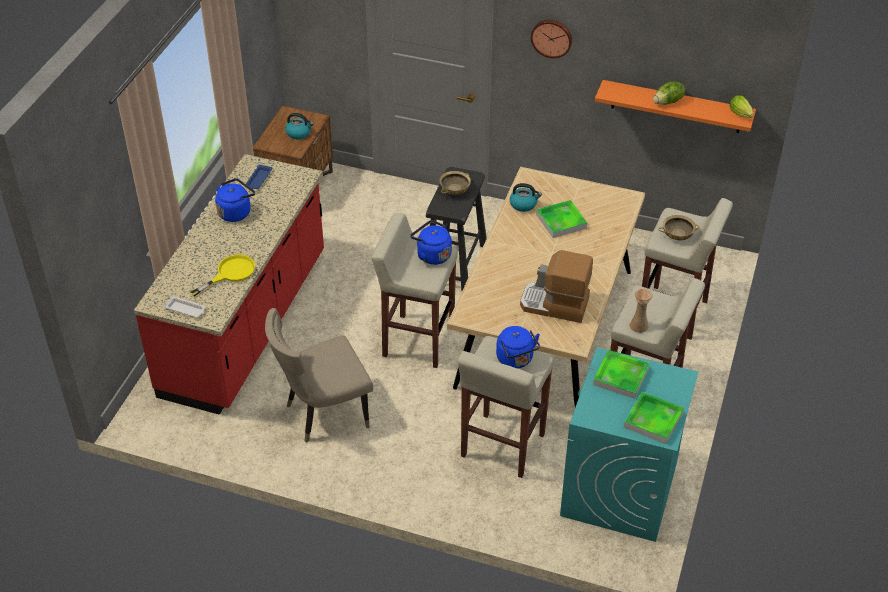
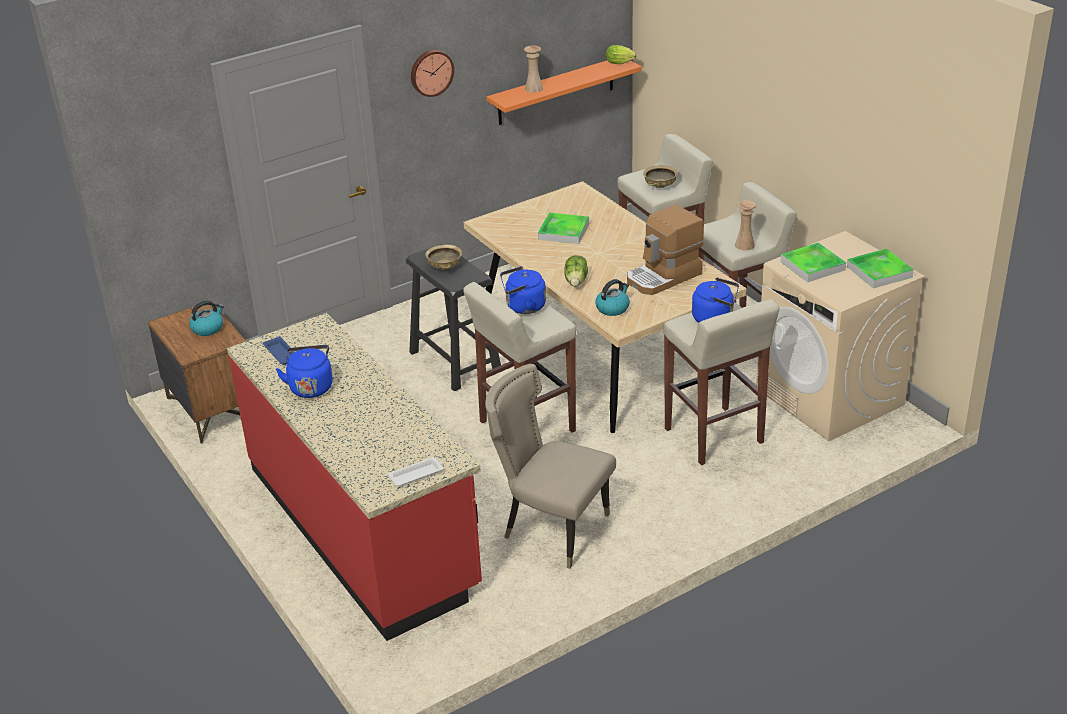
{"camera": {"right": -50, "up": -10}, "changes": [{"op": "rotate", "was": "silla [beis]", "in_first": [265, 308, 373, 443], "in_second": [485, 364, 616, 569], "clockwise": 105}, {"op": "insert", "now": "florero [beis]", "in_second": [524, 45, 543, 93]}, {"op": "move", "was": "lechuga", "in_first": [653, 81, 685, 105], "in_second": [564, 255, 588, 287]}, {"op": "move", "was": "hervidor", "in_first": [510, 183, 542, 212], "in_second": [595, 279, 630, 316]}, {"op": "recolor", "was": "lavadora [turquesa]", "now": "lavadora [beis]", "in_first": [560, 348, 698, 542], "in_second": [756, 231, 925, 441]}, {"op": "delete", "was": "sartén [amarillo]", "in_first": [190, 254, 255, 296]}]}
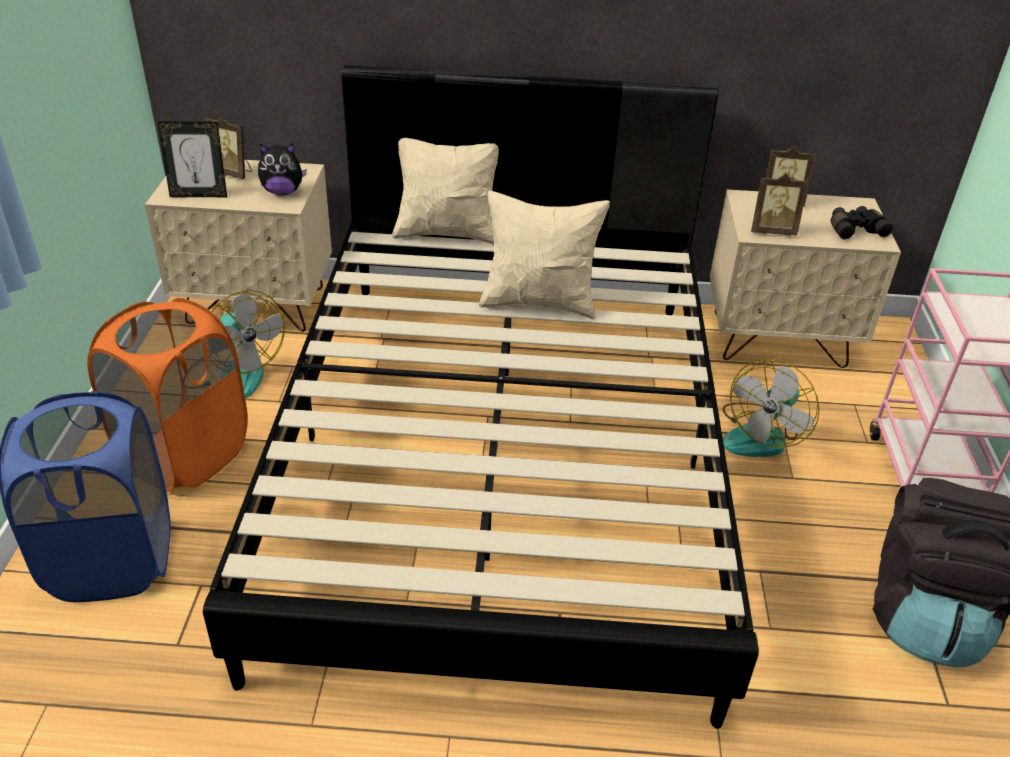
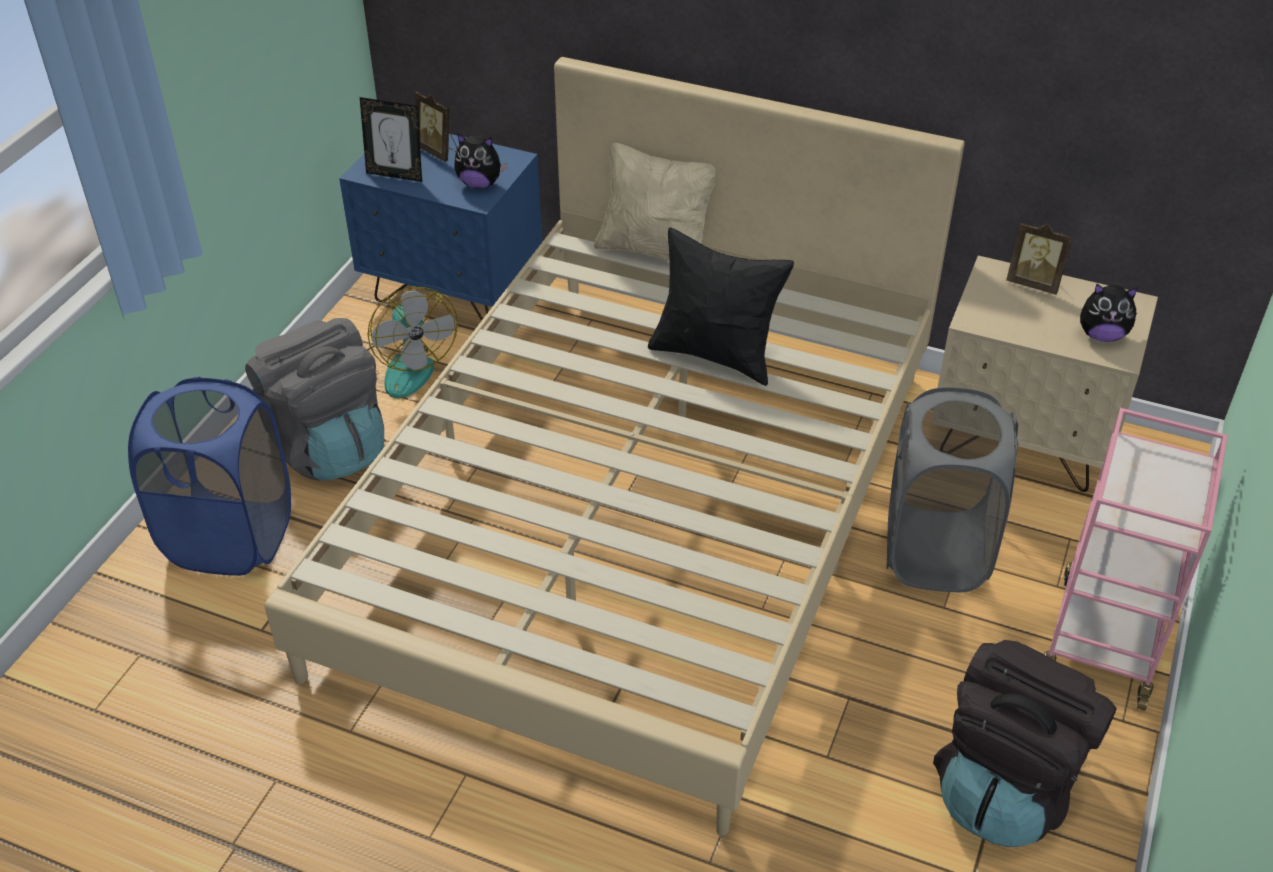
{"camera": {"right": 20, "up": 5}, "changes": [{"op": "replace", "was": "cesto de la ropa [naranja]", "now": "mochila [gris]", "in_first": [87, 298, 248, 492], "in_second": [245, 318, 384, 481]}, {"op": "recolor", "was": "cama [negro]", "now": "cama [beis]", "in_first": [203, 65, 759, 729], "in_second": [264, 57, 965, 836]}, {"op": "recolor", "was": "mesita de noche [beis]", "now": "mesita de noche [azul]", "in_first": [145, 160, 332, 332], "in_second": [339, 134, 542, 321]}, {"op": "recolor", "was": "cojín [beis]", "now": "cojín [negro]", "in_first": [479, 190, 610, 319], "in_second": [648, 228, 794, 386]}, {"op": "replace", "was": "ventilador", "now": "cesto de la ropa [gris]", "in_first": [723, 359, 820, 457], "in_second": [887, 387, 1018, 592]}, {"op": "replace", "was": "prismáticos [negro]", "now": "peluche", "in_first": [831, 206, 894, 239], "in_second": [1080, 284, 1138, 342]}, {"op": "delete", "was": "portarretratos", "in_first": [751, 173, 808, 236]}]}
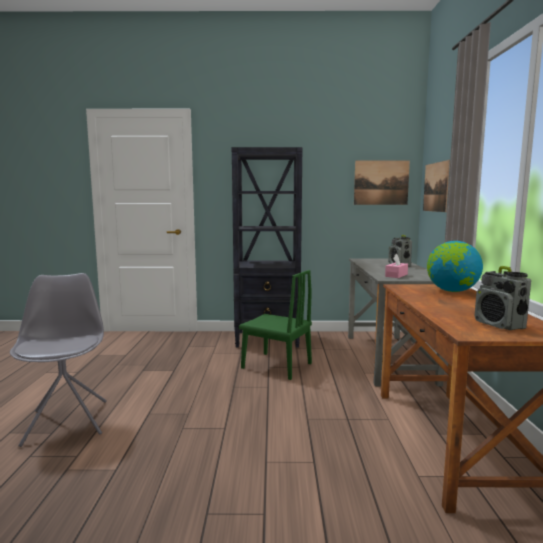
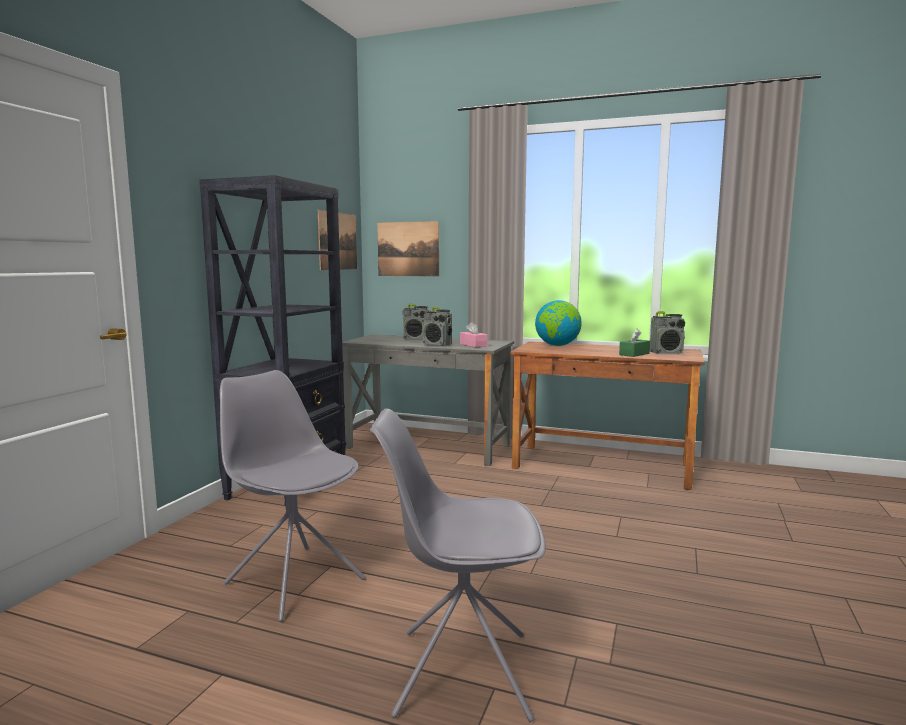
{"camera": {"right": -70, "up": 0}, "changes": [{"op": "insert", "now": "silla [gris]", "in_second": [220, 370, 366, 622]}, {"op": "insert", "now": "radio", "in_second": [422, 307, 452, 346]}, {"op": "insert", "now": "caja de pañuelos [verde]", "in_second": [619, 329, 650, 357]}, {"op": "delete", "was": "silla [verde]", "in_first": [239, 270, 312, 380]}]}
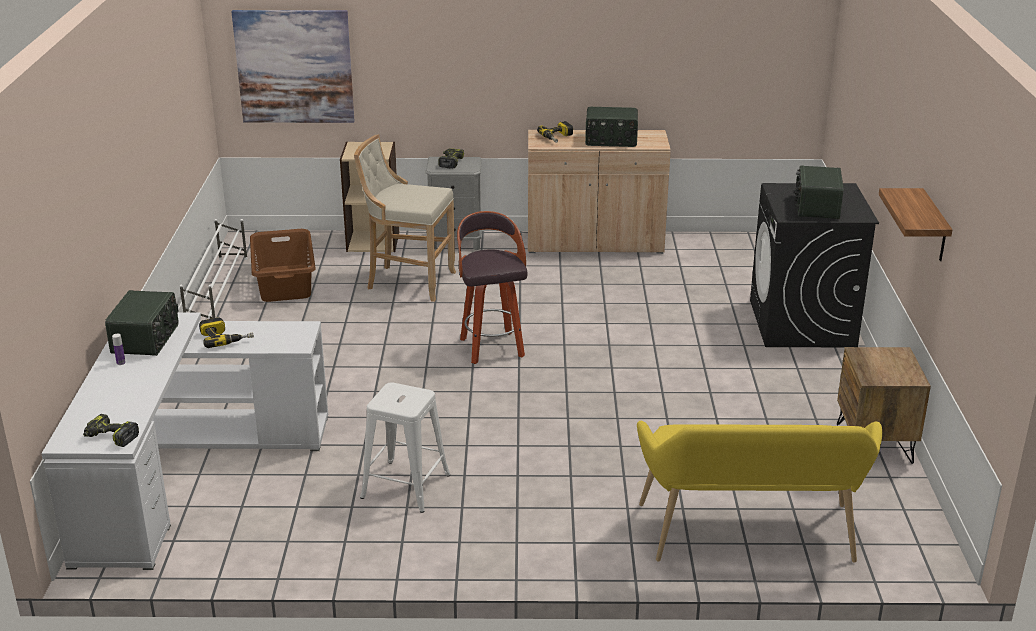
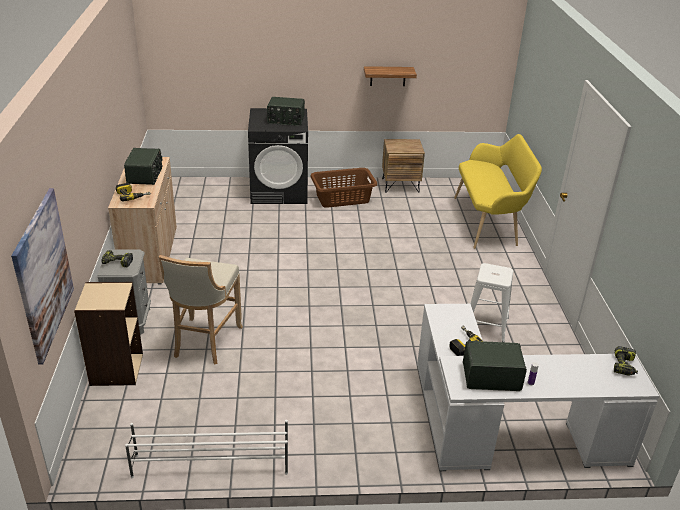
{"camera": {"right": -95, "up": 5}, "changes": [{"op": "move", "was": "cesto de la ropa [marrón]", "in_first": [250, 229, 316, 302], "in_second": [310, 168, 377, 208]}, {"op": "delete", "was": "taburete", "in_first": [457, 211, 527, 364]}]}
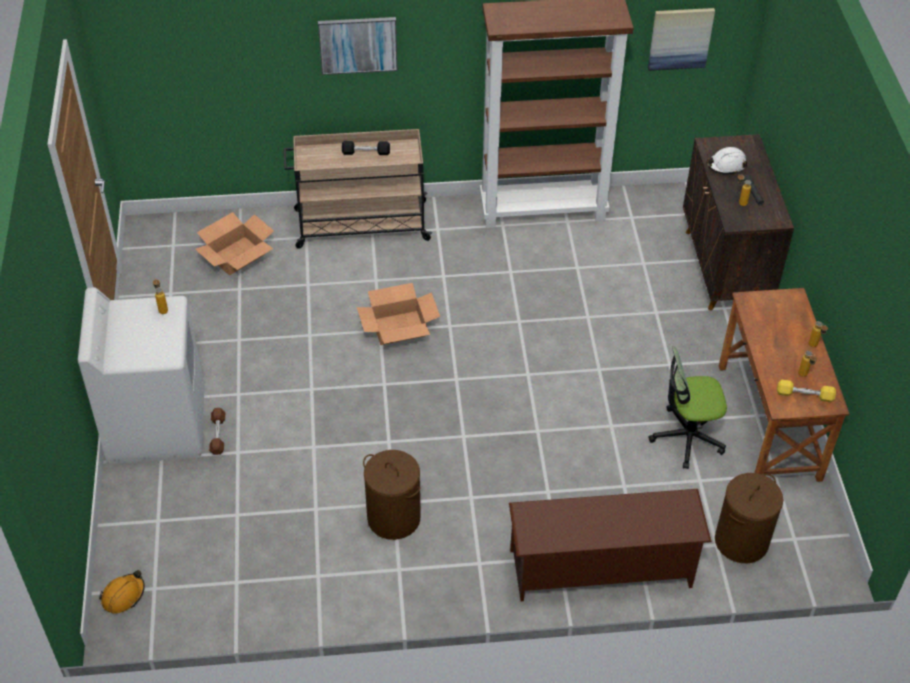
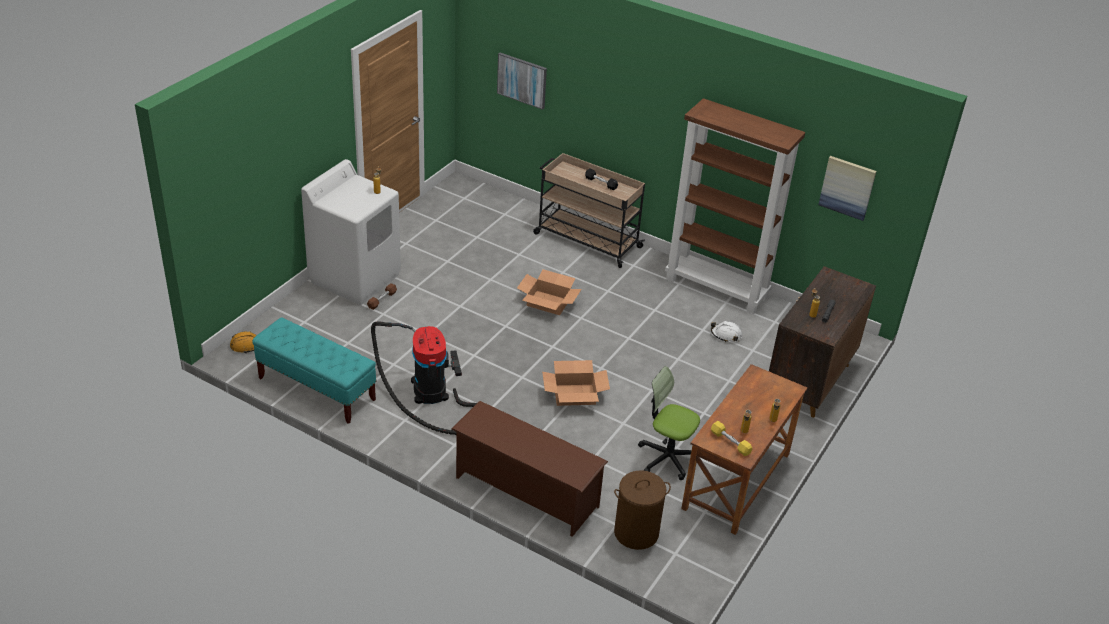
{"camera": {"right": 35, "up": -10}, "changes": [{"op": "insert", "now": "banco [turquesa]", "in_second": [252, 317, 376, 424]}, {"op": "replace", "was": "cesto de la ropa [marrón]", "now": "aspiradora", "in_first": [363, 450, 421, 540], "in_second": [371, 322, 477, 435]}, {"op": "move", "was": "cuadro", "in_first": [318, 17, 398, 75], "in_second": [497, 53, 547, 110]}, {"op": "move", "was": "caja de cartón", "in_first": [195, 212, 274, 275], "in_second": [542, 360, 610, 406]}, {"op": "move", "was": "casco [blanco]", "in_first": [707, 147, 747, 174], "in_second": [711, 321, 742, 342]}]}
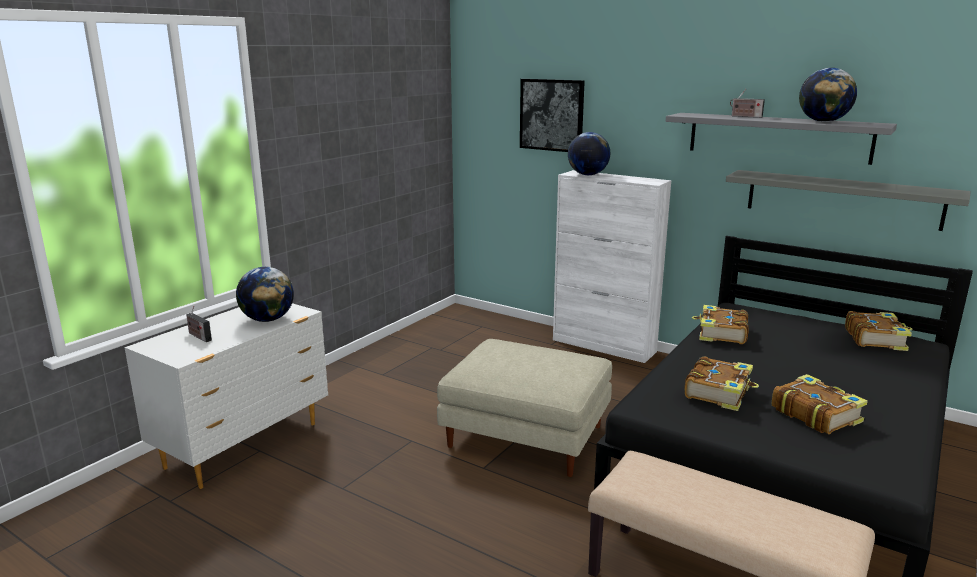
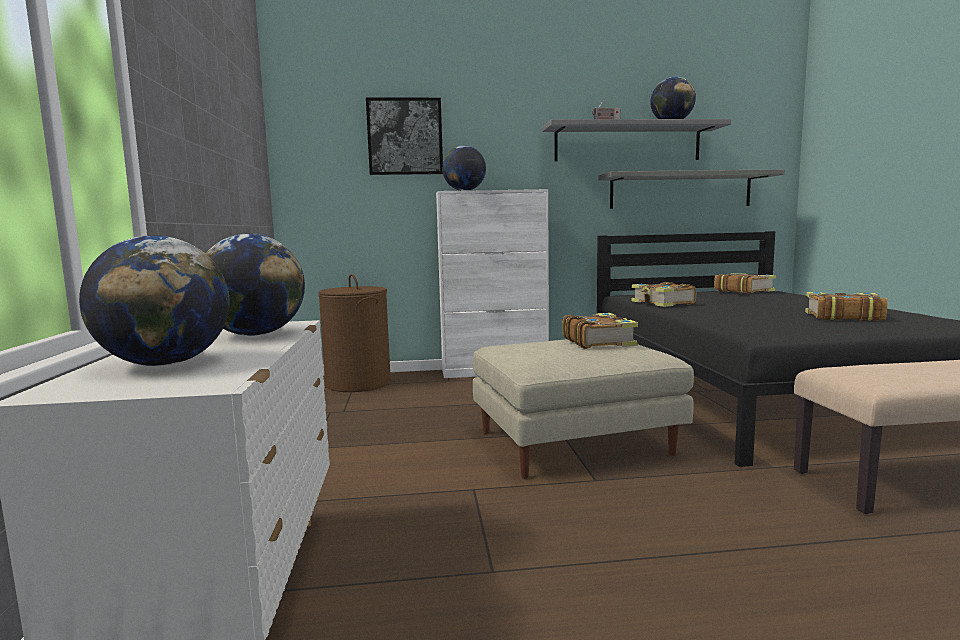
{"camera": {"right": -40, "up": -10}, "changes": [{"op": "replace", "was": "radio", "now": "globo terráqueo", "in_first": [186, 306, 212, 342], "in_second": [79, 235, 230, 366]}, {"op": "insert", "now": "cesto de la ropa [marrón]", "in_second": [318, 274, 391, 392]}, {"op": "move", "was": "libro", "in_first": [685, 356, 759, 411], "in_second": [562, 313, 638, 349]}]}
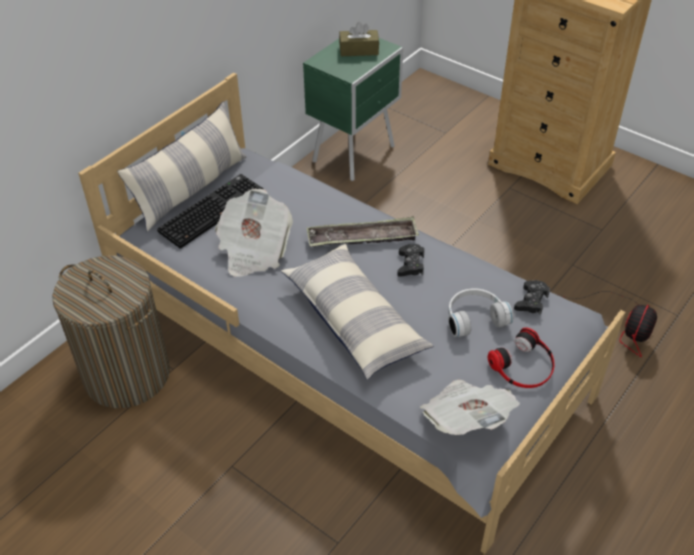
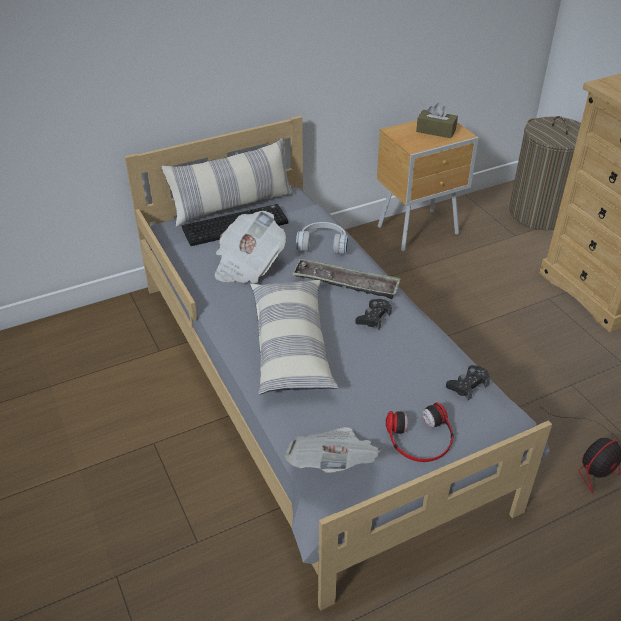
{"camera": {"right": 25, "up": -5}, "changes": [{"op": "move", "was": "auriculares [blanco]", "in_first": [448, 288, 513, 337], "in_second": [296, 222, 348, 255]}, {"op": "recolor", "was": "mesita de noche [verde]", "now": "mesita de noche [marrón]", "in_first": [303, 38, 403, 181], "in_second": [377, 120, 479, 252]}, {"op": "move", "was": "cesto de la ropa", "in_first": [52, 256, 170, 408], "in_second": [509, 116, 581, 230]}]}
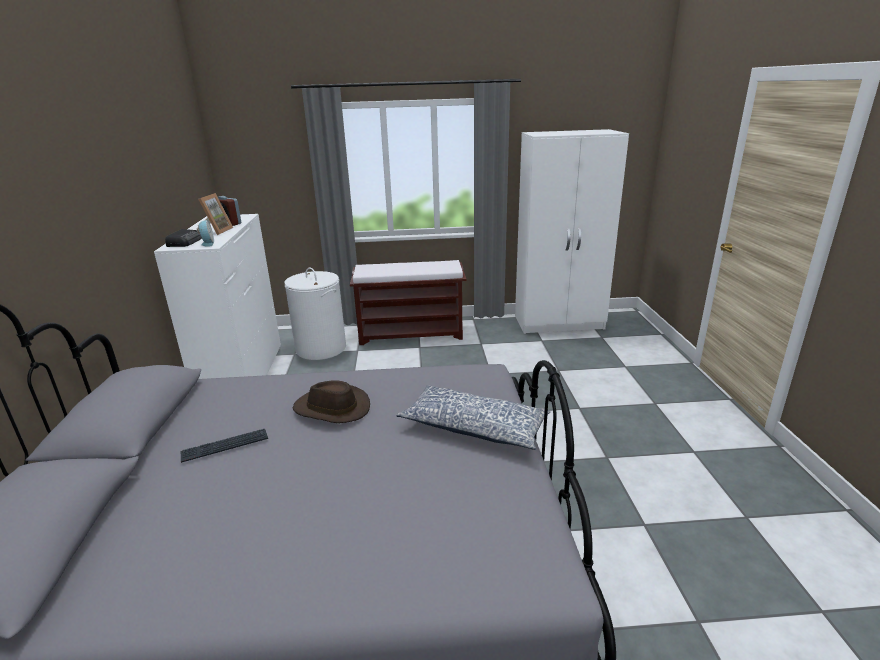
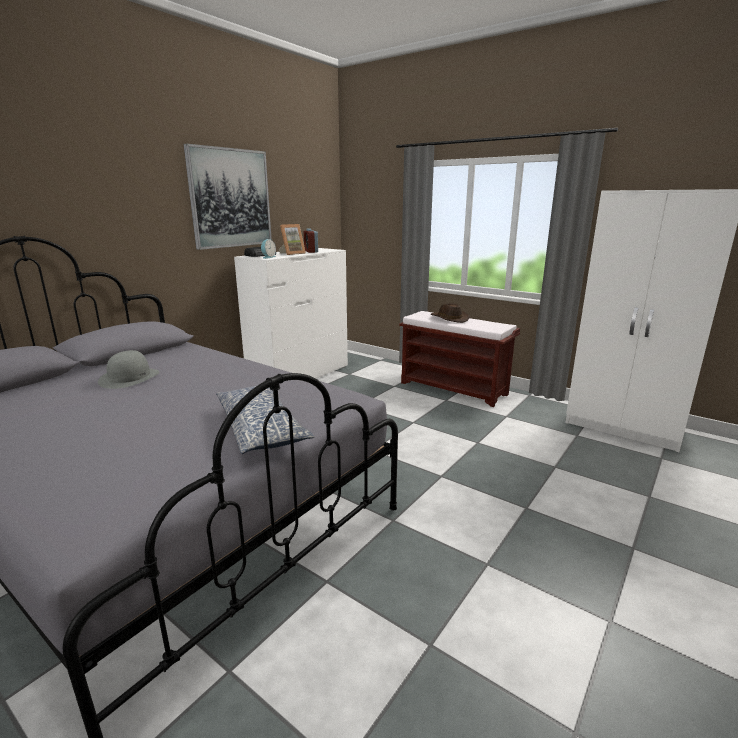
{"camera": {"right": 40, "up": -5}, "changes": [{"op": "replace", "was": "teclado", "now": "sombrero [gris]", "in_first": [180, 429, 268, 463], "in_second": [98, 350, 159, 389]}, {"op": "insert", "now": "cuadro", "in_second": [183, 144, 272, 250]}, {"op": "move", "was": "sombrero [marrón]", "in_first": [293, 381, 370, 423], "in_second": [431, 303, 470, 323]}, {"op": "delete", "was": "cesto de la ropa [blanco]", "in_first": [284, 267, 346, 360]}]}
